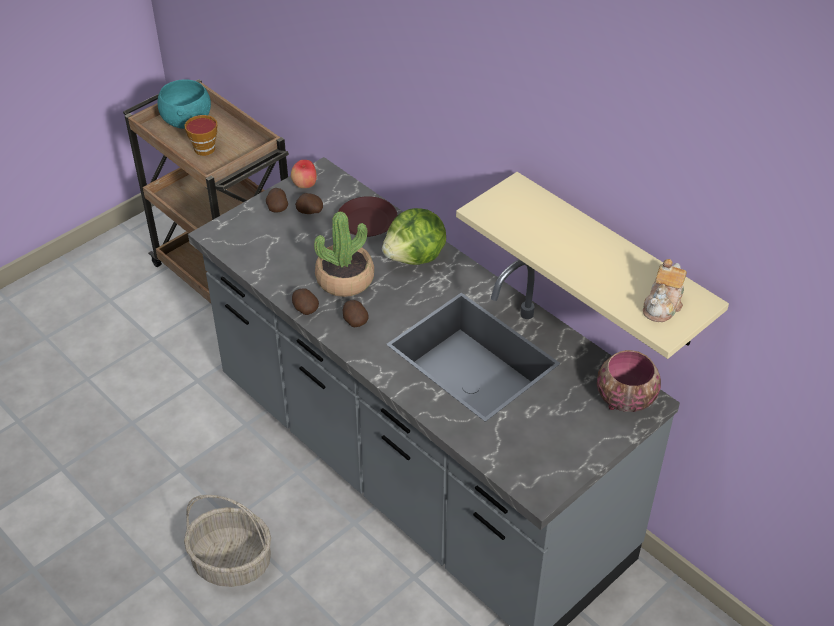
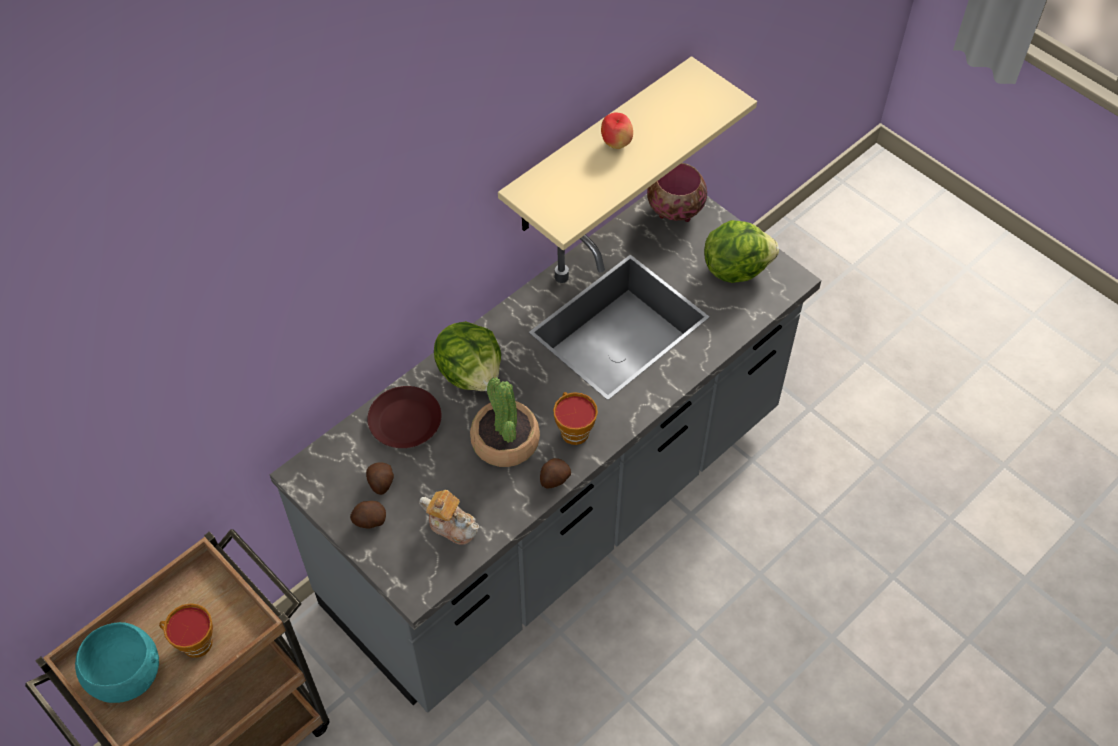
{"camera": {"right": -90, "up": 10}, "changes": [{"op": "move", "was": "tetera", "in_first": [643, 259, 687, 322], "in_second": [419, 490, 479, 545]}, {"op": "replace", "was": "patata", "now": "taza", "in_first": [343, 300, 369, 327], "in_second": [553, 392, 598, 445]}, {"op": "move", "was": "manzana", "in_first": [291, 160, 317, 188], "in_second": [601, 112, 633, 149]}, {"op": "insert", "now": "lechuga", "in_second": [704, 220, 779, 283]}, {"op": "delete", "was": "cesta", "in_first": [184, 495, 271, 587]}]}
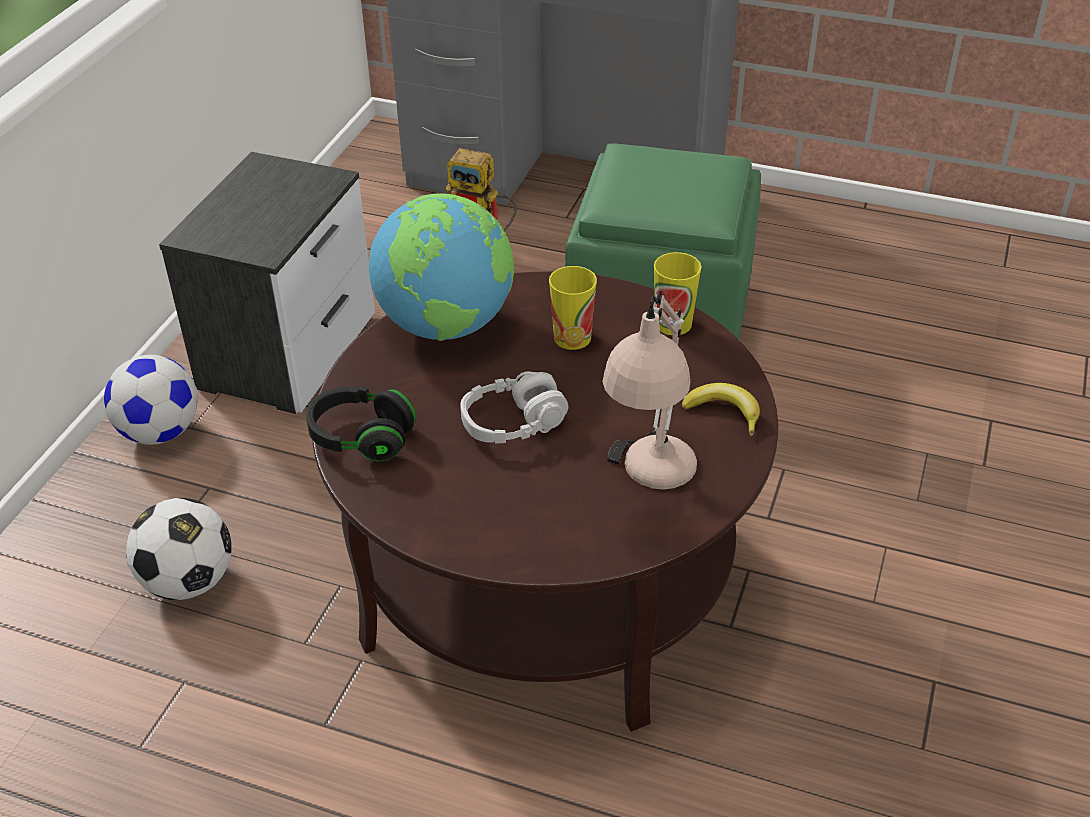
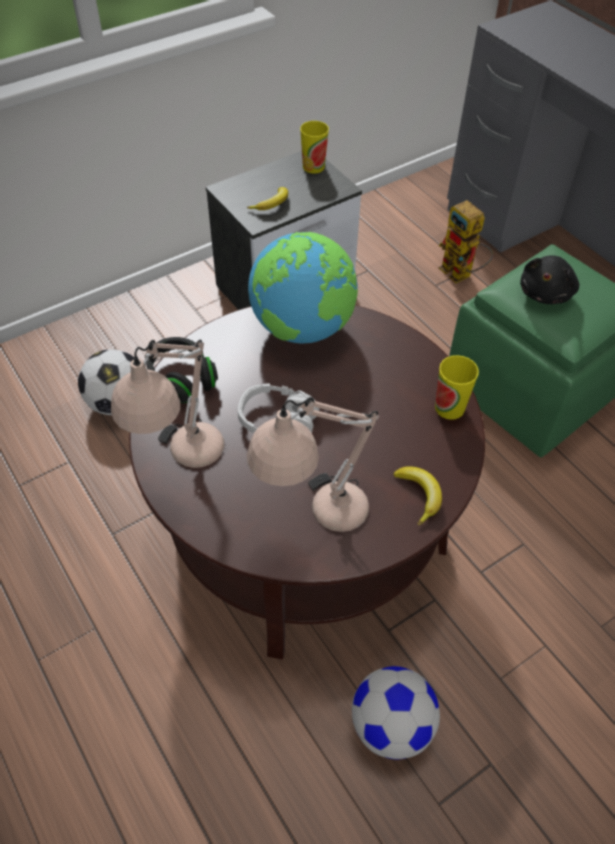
{"camera": {"right": 35, "up": 10}, "changes": [{"op": "insert", "now": "lámpara de mesa [beis]", "in_second": [111, 340, 224, 468]}, {"op": "insert", "now": "plátano", "in_second": [247, 187, 288, 210]}, {"op": "move", "was": "taza", "in_first": [549, 266, 597, 350], "in_second": [300, 121, 329, 173]}, {"op": "move", "was": "balón de fútbol", "in_first": [104, 355, 197, 445], "in_second": [352, 666, 440, 760]}, {"op": "insert", "now": "peluche [negro]", "in_second": [520, 255, 579, 304]}]}
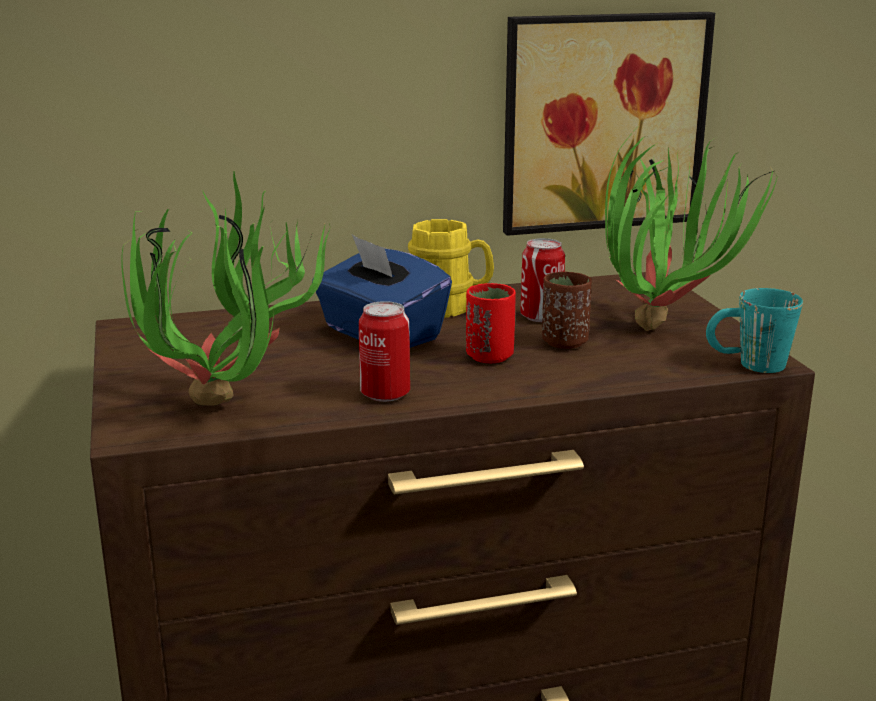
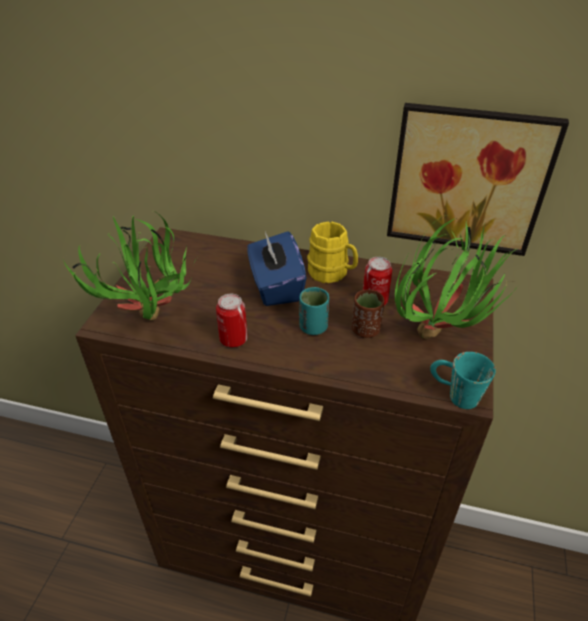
{"camera": {"right": 30, "up": 20}, "changes": [{"op": "recolor", "was": "taza [rojo]", "now": "taza [turquesa]", "in_first": [466, 283, 516, 363], "in_second": [299, 287, 329, 335]}]}
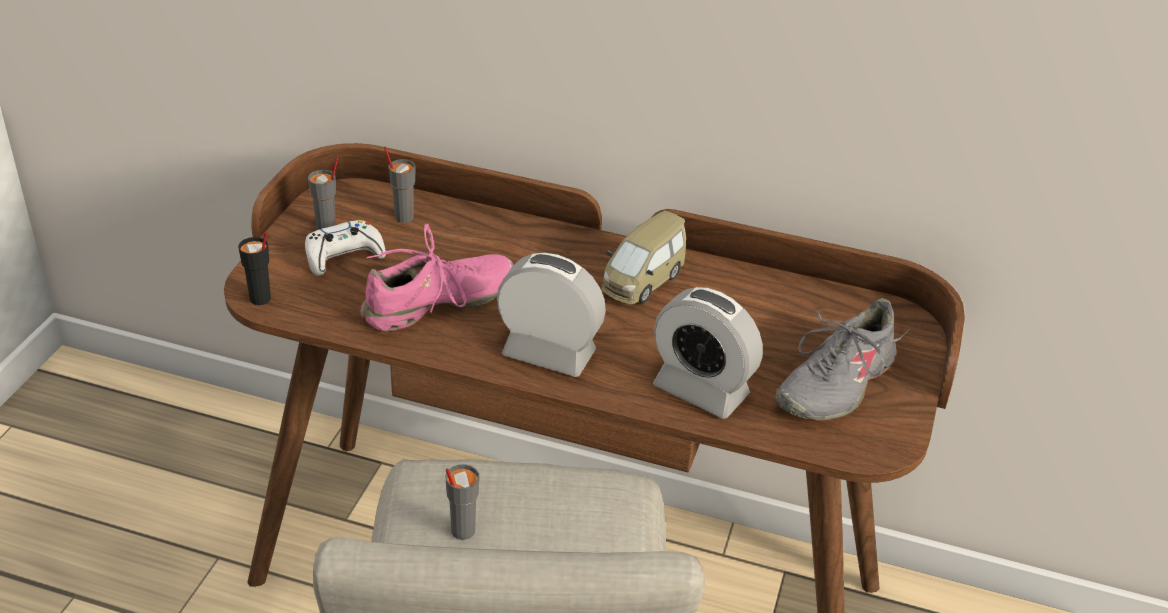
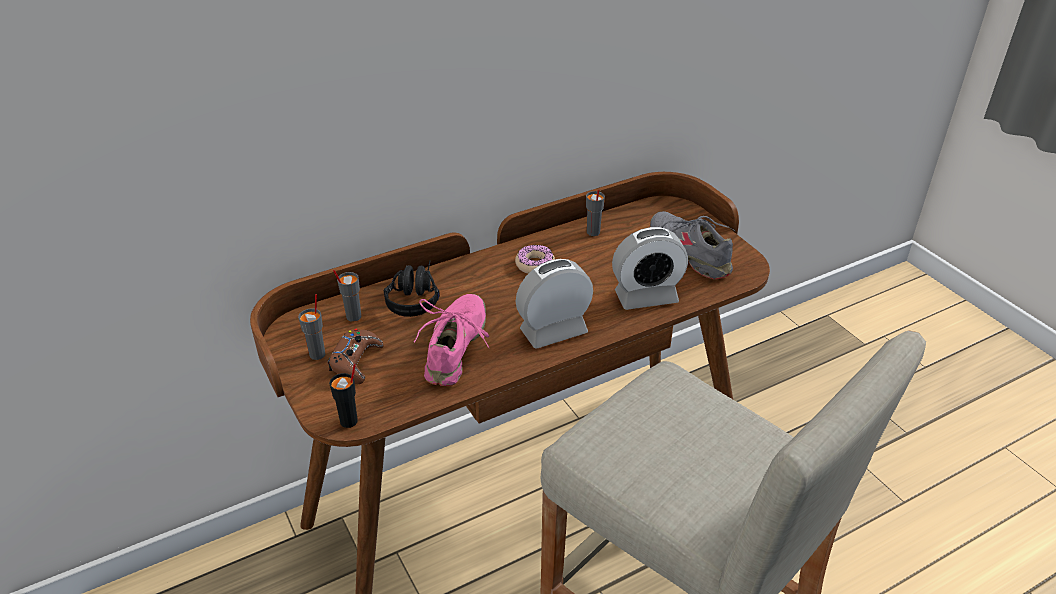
{"camera": {"right": -45, "up": 0}, "changes": [{"op": "recolor", "was": "mando de consola [blanco]", "now": "mando de consola [marrón]", "in_first": [305, 220, 386, 276], "in_second": [328, 329, 384, 384]}, {"op": "insert", "now": "auriculares [negro]", "in_second": [384, 260, 440, 317]}, {"op": "replace", "was": "coche de juguete", "now": "rosquilla", "in_first": [602, 211, 686, 305], "in_second": [515, 245, 555, 274]}, {"op": "move", "was": "taza [gris]", "in_first": [445, 464, 479, 540], "in_second": [586, 189, 605, 236]}, {"op": "rotate", "was": "zapato [gris]", "in_first": [775, 298, 911, 420], "in_second": [650, 211, 735, 279], "clockwise": 150}]}
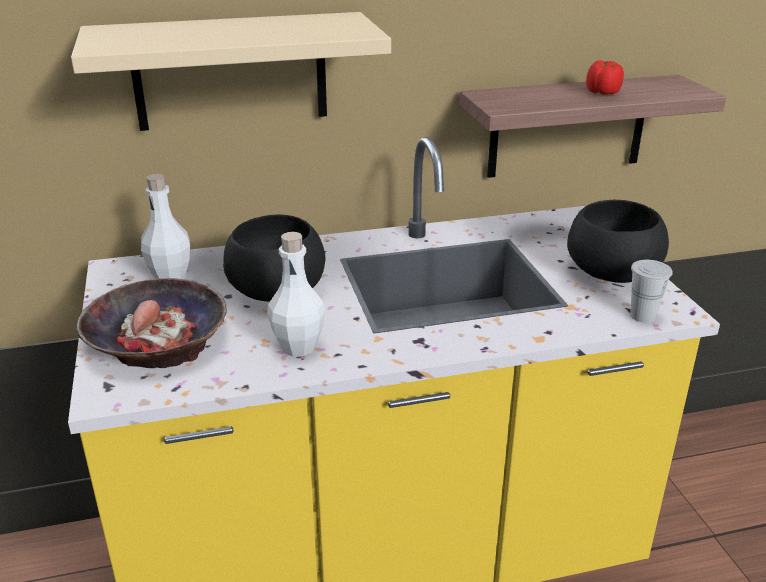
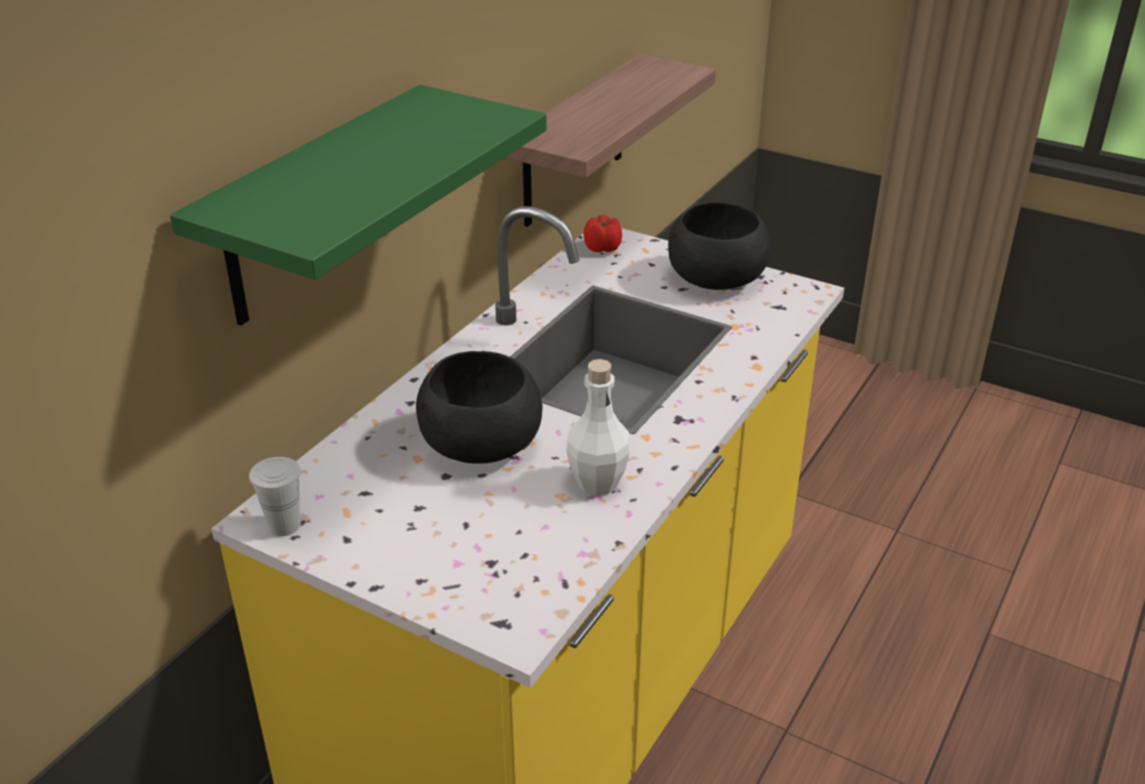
{"camera": {"right": -45, "up": 5}, "changes": [{"op": "recolor", "was": "estante [beis]", "now": "estante [verde]", "in_first": [71, 12, 391, 131], "in_second": [170, 85, 547, 326]}, {"op": "move", "was": "taza [blanco]", "in_first": [630, 260, 673, 323], "in_second": [249, 457, 301, 536]}, {"op": "move", "was": "tomate", "in_first": [586, 60, 624, 95], "in_second": [584, 215, 622, 252]}, {"op": "delete", "was": "cuenco", "in_first": [77, 278, 227, 368]}, {"op": "delete", "was": "botella [blanco]", "in_first": [141, 174, 190, 279]}]}
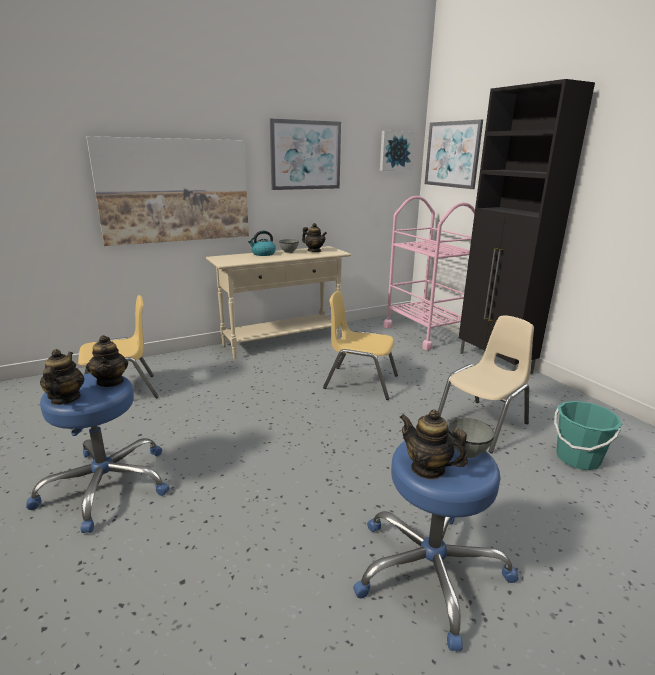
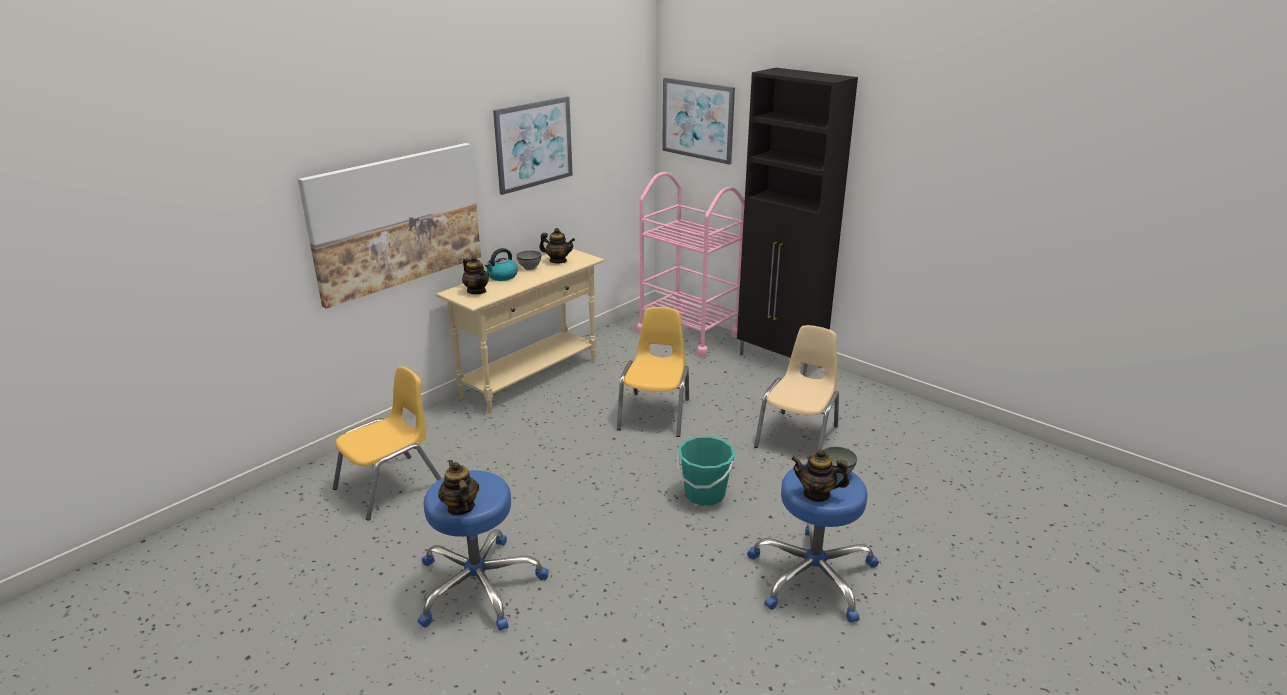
{"camera": {"right": -20, "up": 5}, "changes": [{"op": "move", "was": "tetera", "in_first": [86, 335, 128, 387], "in_second": [462, 256, 489, 294]}, {"op": "rotate", "was": "silla [amarillo]", "in_first": [323, 291, 398, 400], "in_second": [617, 307, 689, 437], "clockwise": 105}, {"op": "move", "was": "cubo [turquesa]", "in_first": [554, 401, 622, 470], "in_second": [677, 436, 735, 506]}, {"op": "delete", "was": "cuadro", "in_first": [380, 131, 415, 171]}]}
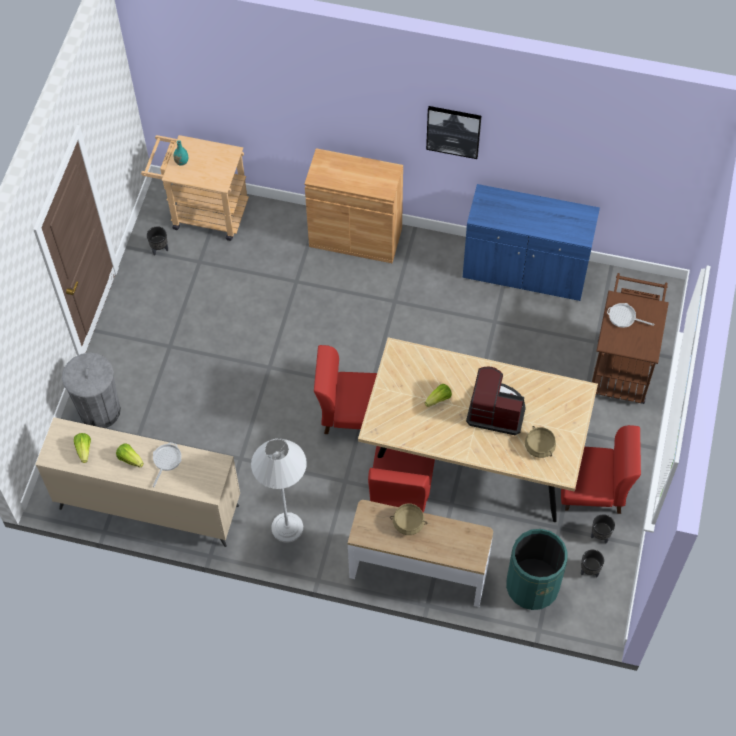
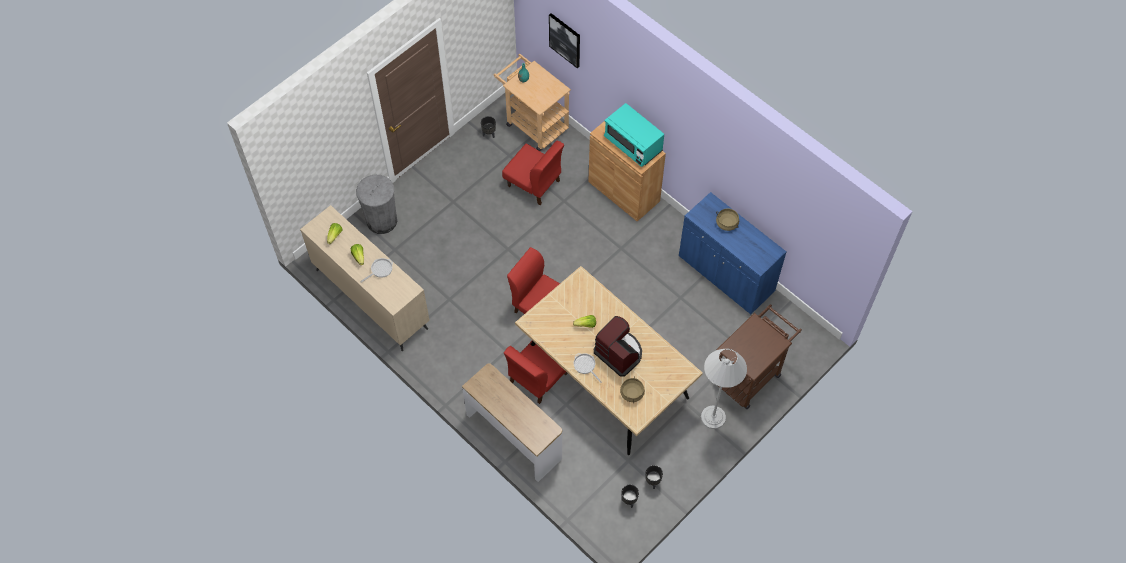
{"camera": {"right": 30, "up": 0}, "changes": [{"op": "move", "was": "silla [rojo]", "in_first": [561, 425, 641, 514], "in_second": [502, 141, 564, 205]}, {"op": "move", "was": "cuadro", "in_first": [426, 106, 481, 159], "in_second": [549, 13, 580, 68]}, {"op": "move", "was": "sartén", "in_first": [607, 303, 654, 328], "in_second": [574, 353, 602, 383]}, {"op": "insert", "now": "microondas [turquesa]", "in_second": [604, 103, 664, 167]}, {"op": "move", "was": "lámpara de pie [blanco]", "in_first": [251, 438, 307, 543], "in_second": [701, 349, 747, 429]}, {"op": "move", "was": "olla [beis]", "in_first": [390, 504, 427, 535], "in_second": [716, 208, 739, 231]}, {"op": "delete", "was": "papelera [verde]", "in_first": [506, 529, 568, 610]}]}
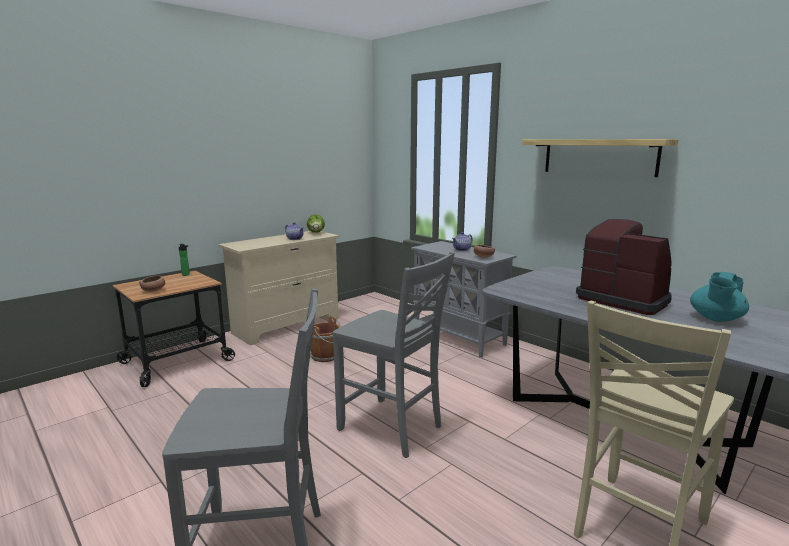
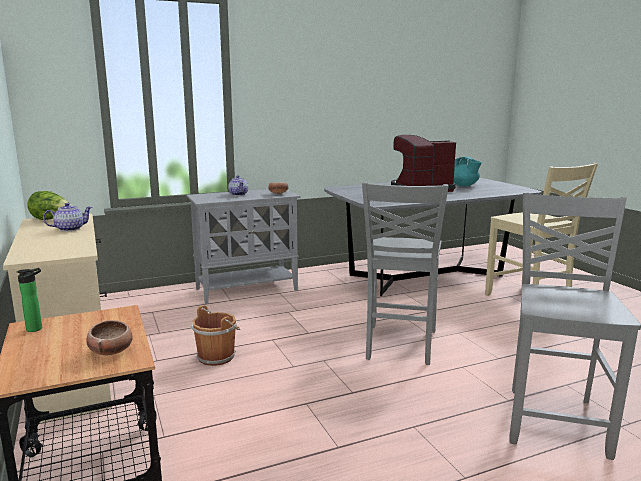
{"camera": {"right": -70, "up": 0}, "changes": [{"op": "rotate", "was": "silla [gris]", "in_first": [333, 252, 455, 458], "in_second": [362, 182, 448, 365], "clockwise": 135}, {"op": "delete", "was": "estante", "in_first": [522, 139, 679, 177]}]}
